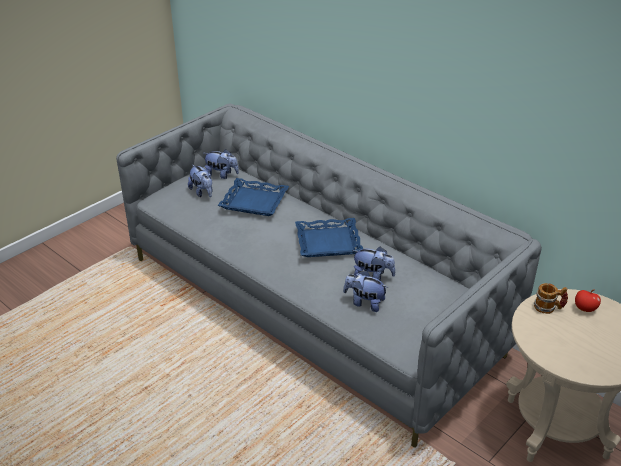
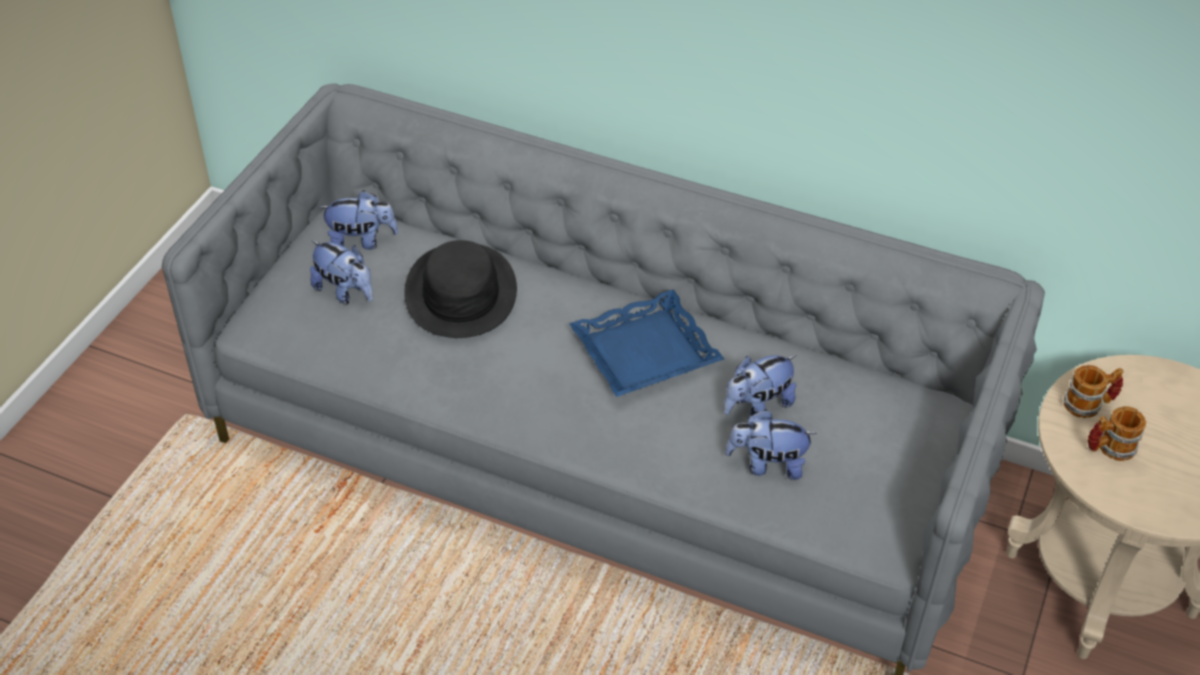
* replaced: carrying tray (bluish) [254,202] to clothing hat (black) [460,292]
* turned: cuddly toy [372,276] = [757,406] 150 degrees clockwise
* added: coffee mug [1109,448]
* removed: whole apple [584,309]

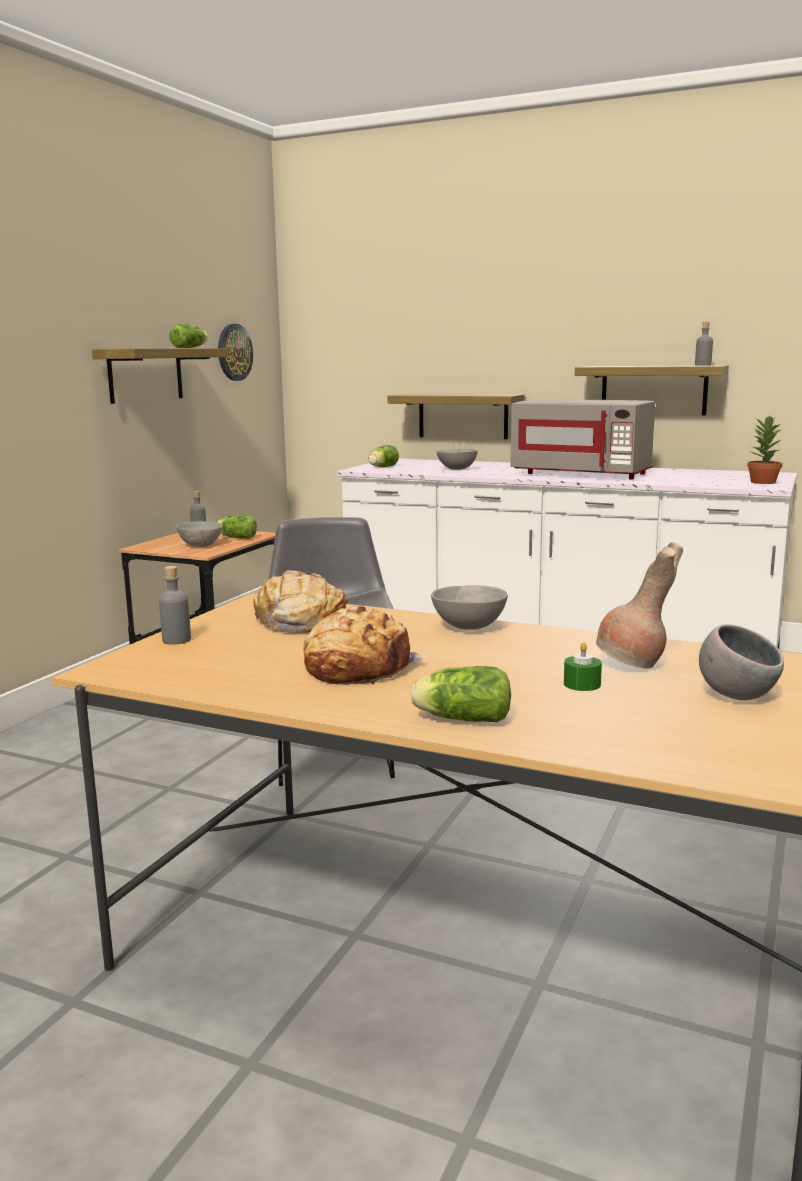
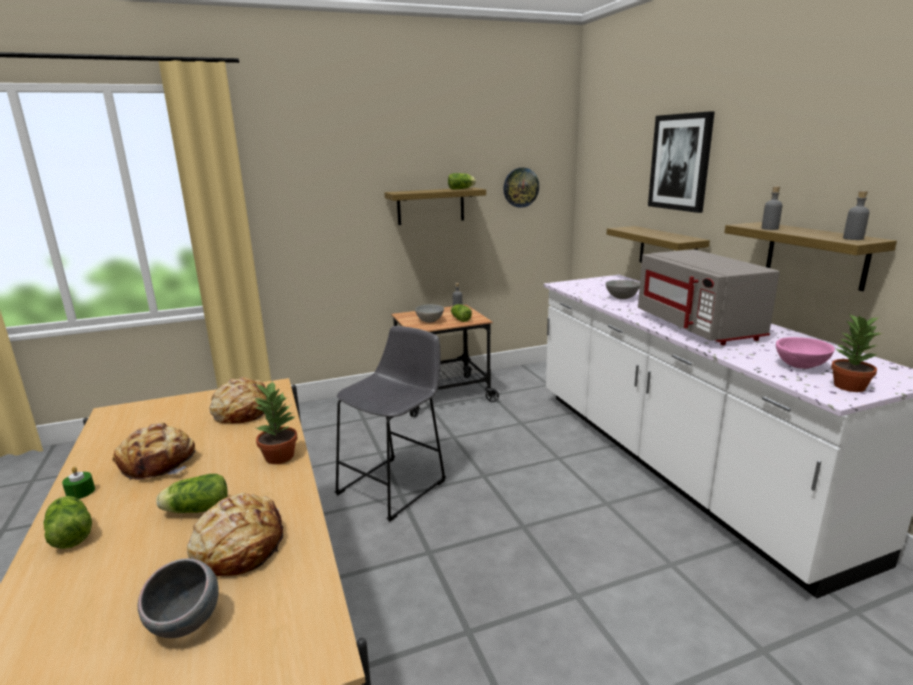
* moved: wax light (green-coloured) [582,684] to [80,492]
* moved: lettuce head [382,467] to [195,510]
* replaced: decorative vase (brown) [632,665] to bakery bread [239,546]
* replaced: serving bowl (gray) [467,627] to houseplant [279,456]
* added: wall art [680,162]
* moved: beverage bottle (gray) [176,640] to [769,228]
* added: serving bowl (pink) [801,366]

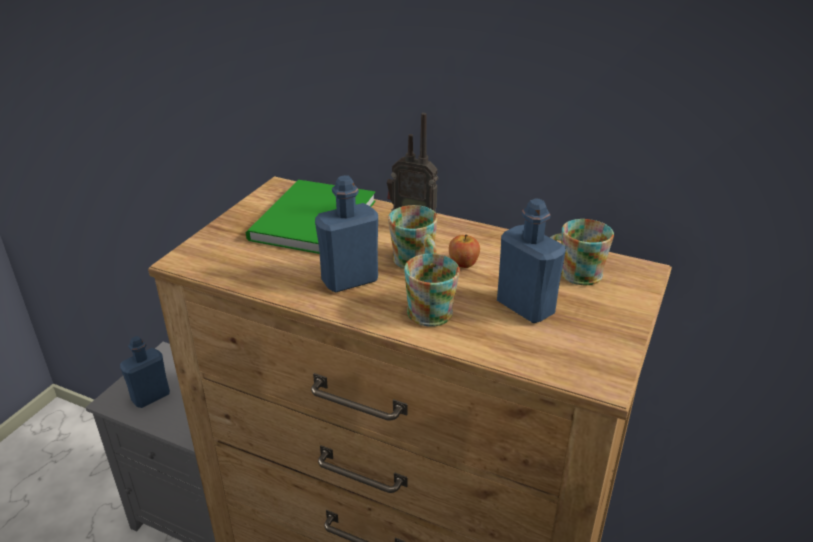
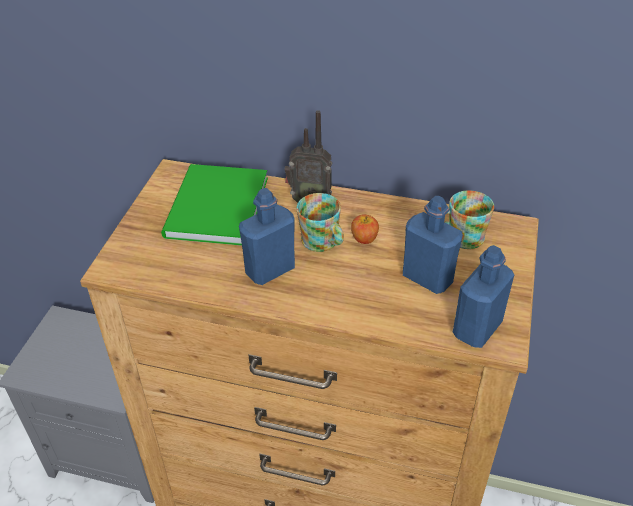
* moved: beverage bottle (bluish) [151,397] to [477,329]
* removed: coffee mug [431,309]

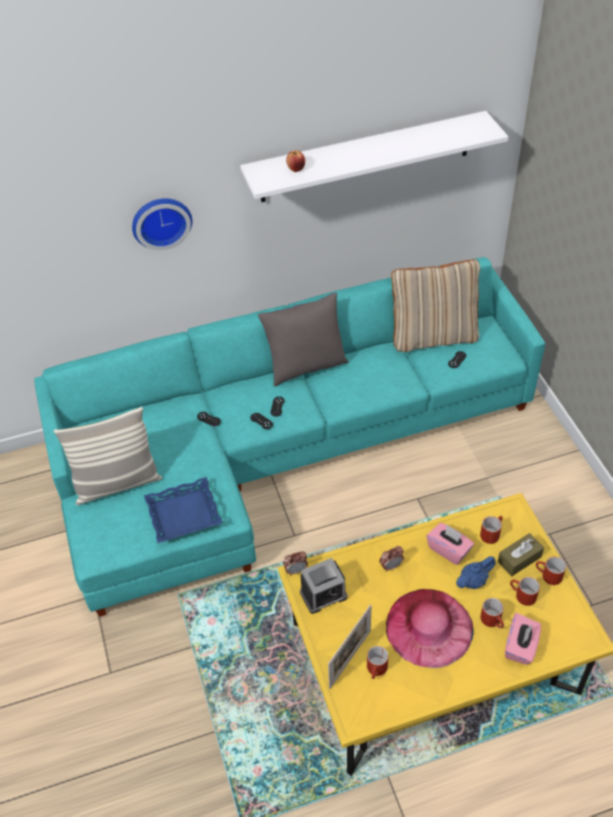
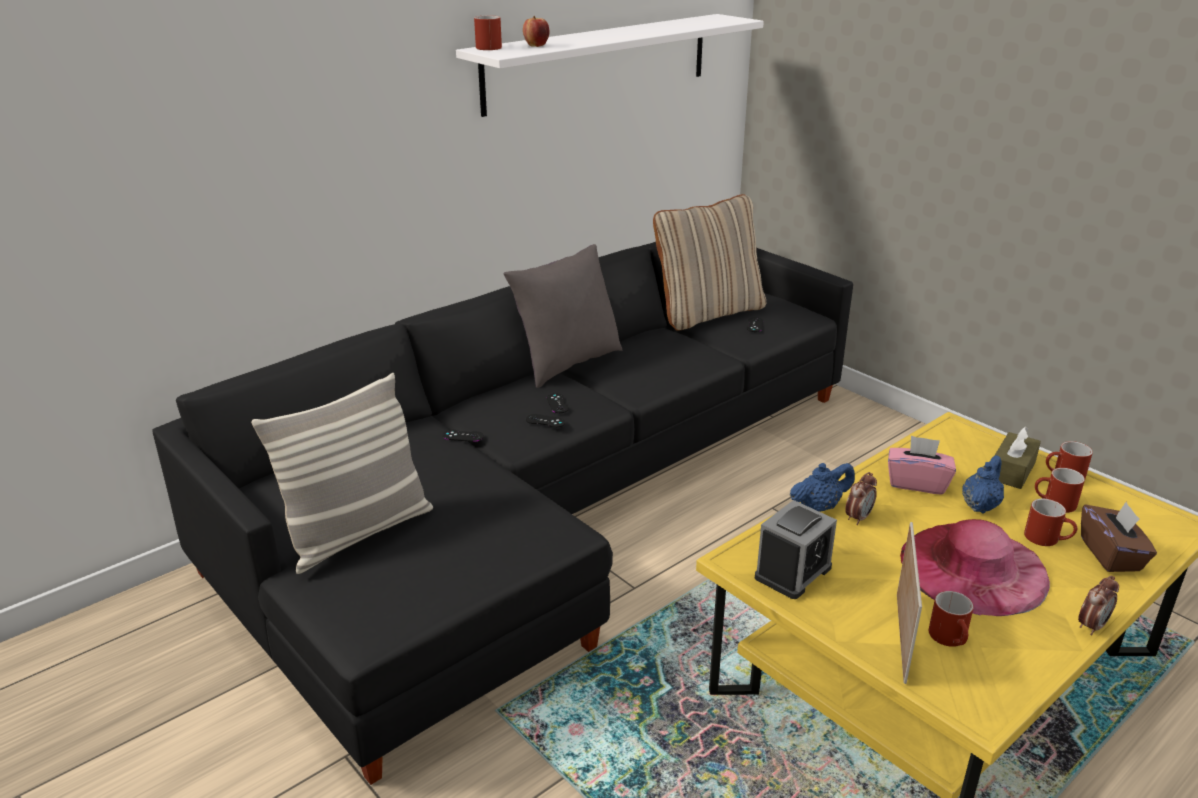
* recoloured: sofa (turquoise-coloured) [274,449] to sofa (black) [542,503]
* moved: coffee mug (red) [491,533] to [490,47]
* added: pot for tea (bluish) [819,507]
* moved: alarm clock [296,570] to [1091,626]
* recoloured: tissue box (pink) [520,647] to tissue box (brown) [1111,555]
* removed: hanging clock [161,221]
* removed: carrying tray (bluish) [183,513]

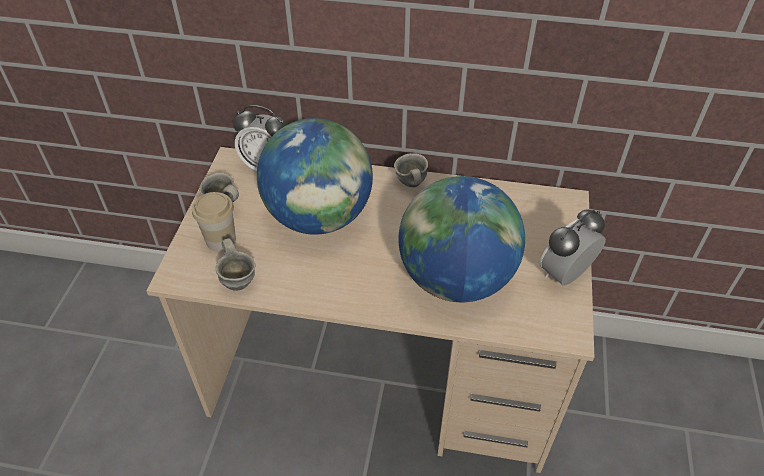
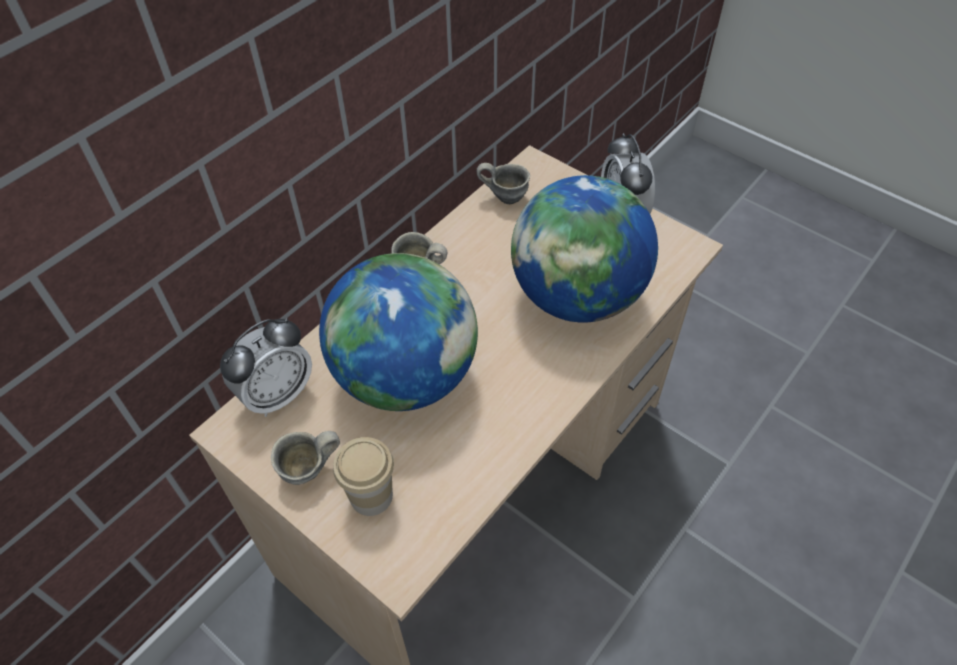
* moved: coffee mug (gray) [240,280] to [505,196]

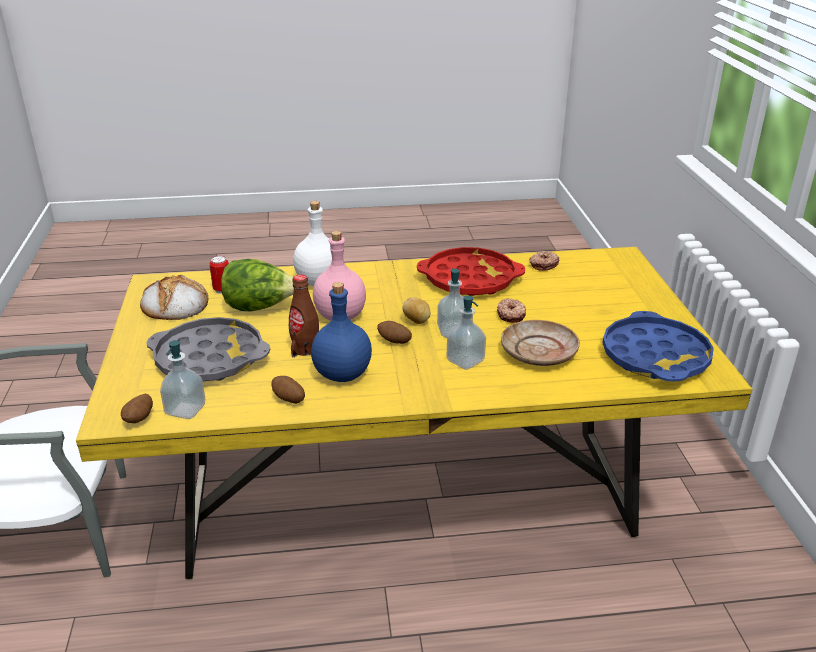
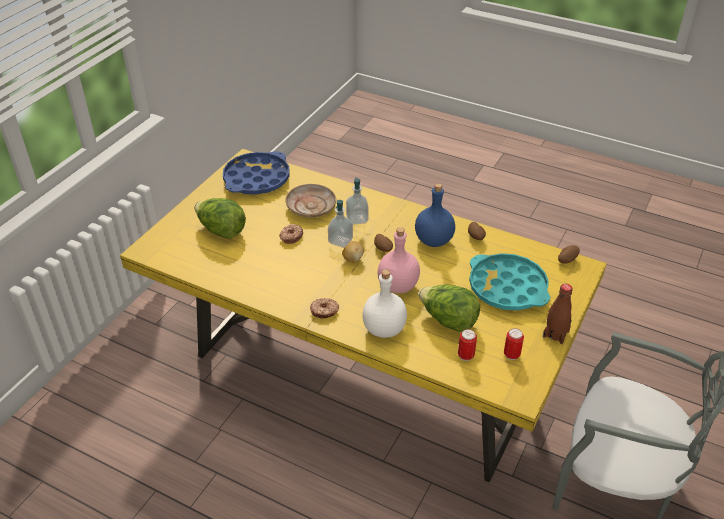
* added: lettuce head [221,231]
* moved: ring doughnut [543,265] to [324,311]
* recoloured: carrying tray (gray) [210,358] to carrying tray (turquoise-coloured) [507,288]
* replaced: bakery bread [174,305] to sealed can [511,355]
* moved: beverage bottle (brown) [305,349] to [555,334]
* removed: soap bottle [185,410]
* removed: carrying tray (red) [470,279]

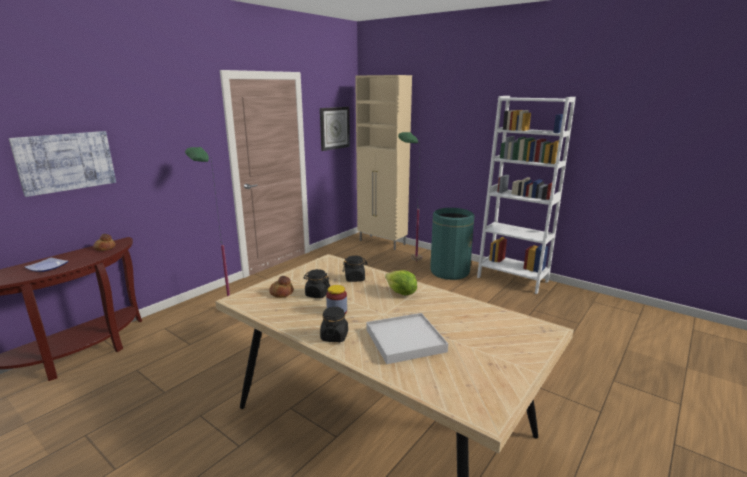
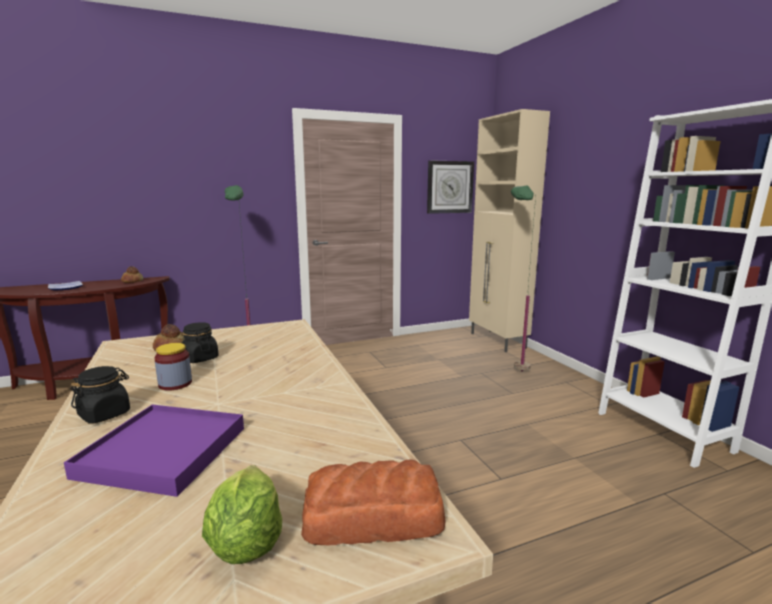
* recoloured: carrying tray (white) [405,340] to carrying tray (purple-coloured) [164,452]
* moved: lettuce head [401,293] to [246,541]
* added: bakery bread [375,519]
* removed: wall art [66,162]
* removed: preserve jar (black) [355,278]
* removed: trash can (green-coloured) [449,272]

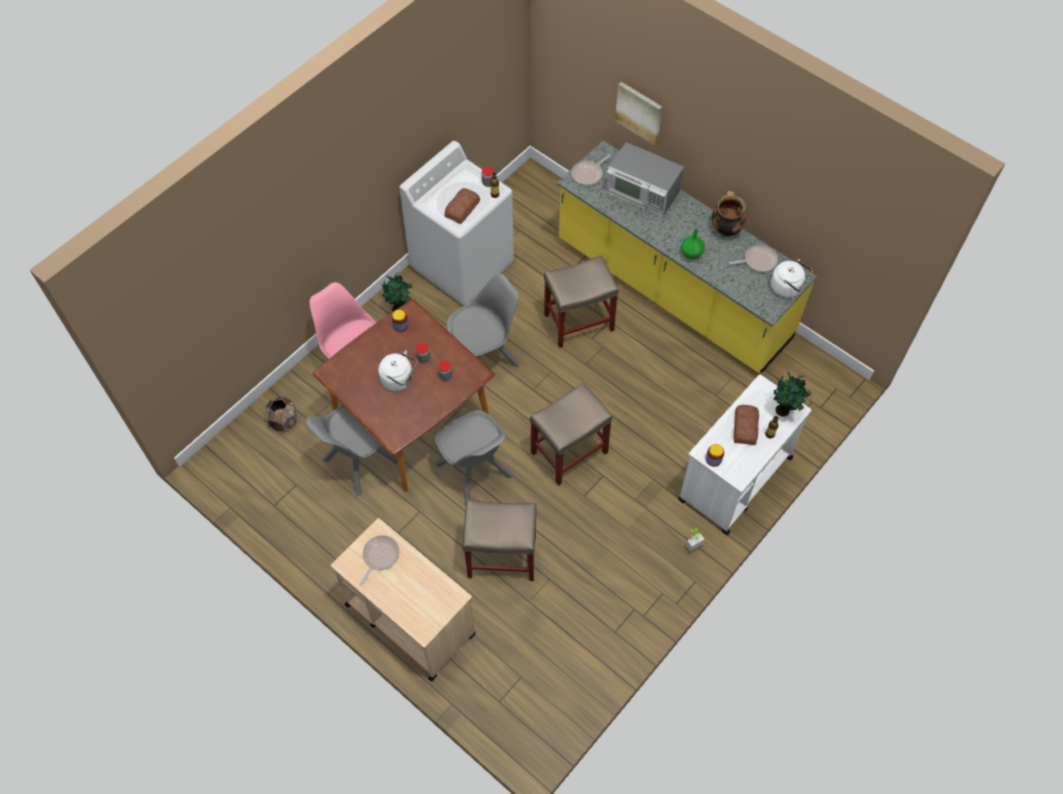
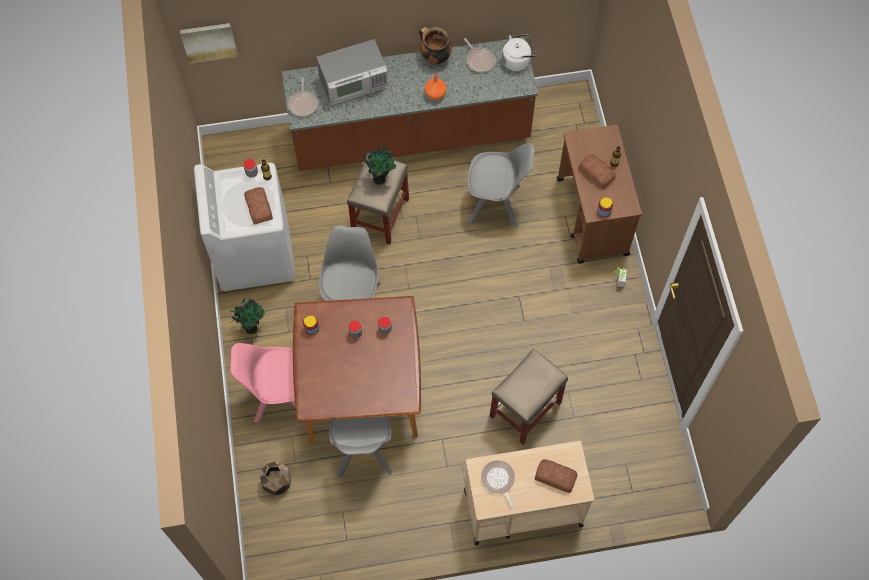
* moved: wall art [639,112] to [209,41]
* recoloured: counter (yellow-coloured) [672,291] to counter (brown) [411,136]
* moved: houseplant [784,410] to [380,178]
* recoloured: decorative vase (green-coloured) [690,254] to decorative vase (orangey) [435,95]
* turned: pan [758,261] = [480,60] 120 degrees clockwise
* moved: upright chair (gray) [475,472] to [496,204]
* added: bakery bread [555,476]
* recoloured: cart (white) [734,479] to cart (brown) [592,217]
* removed: tea kettle (white) [399,380]
* removed: stool (beige-coloured) [568,453]

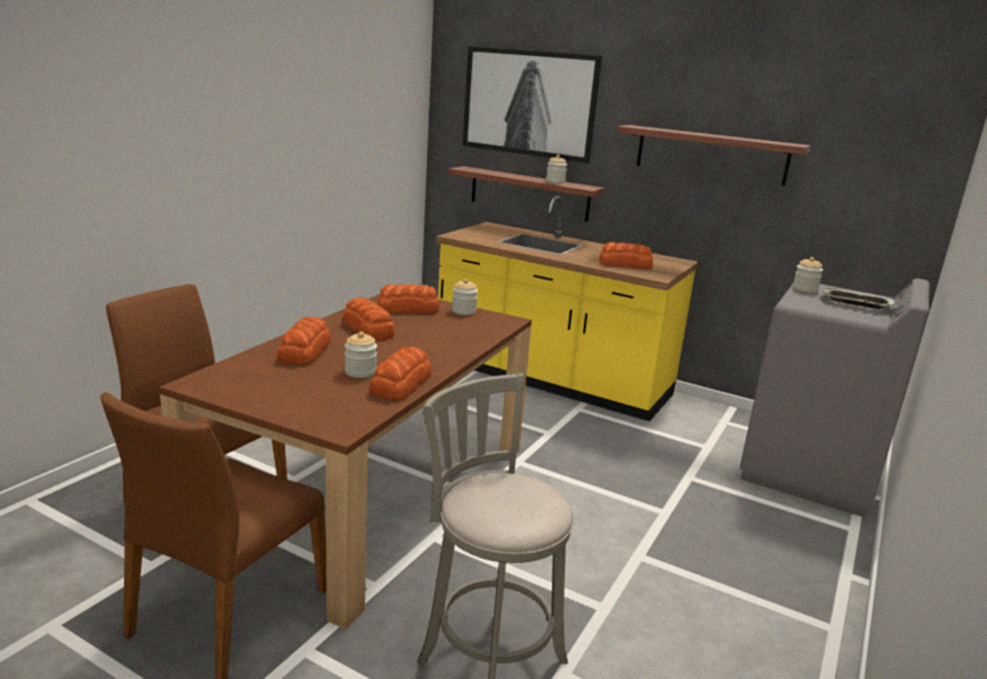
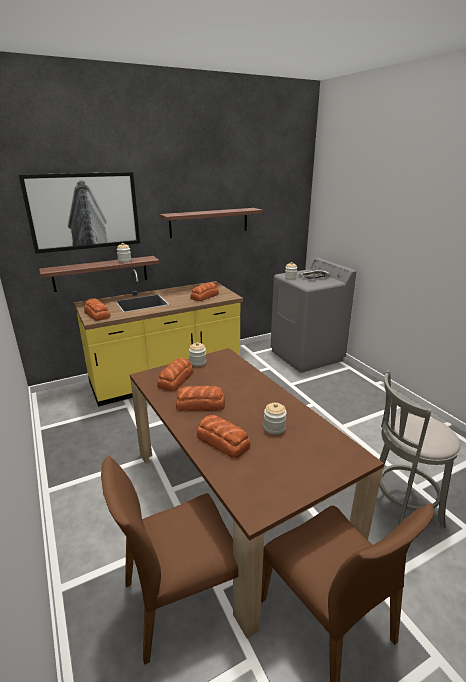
* moved: bakery bread [402,383] to [97,314]

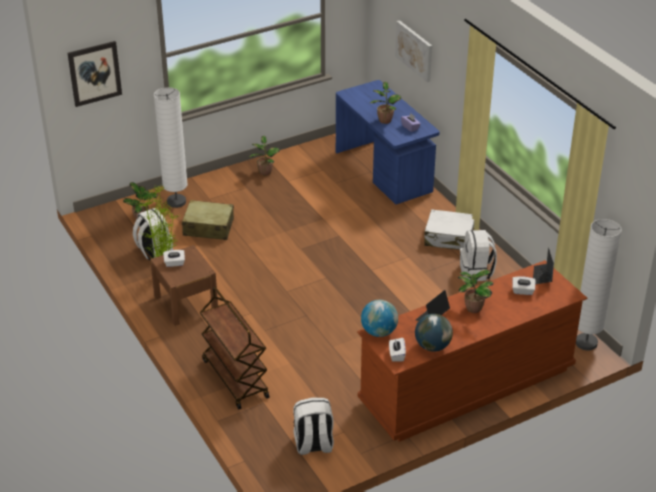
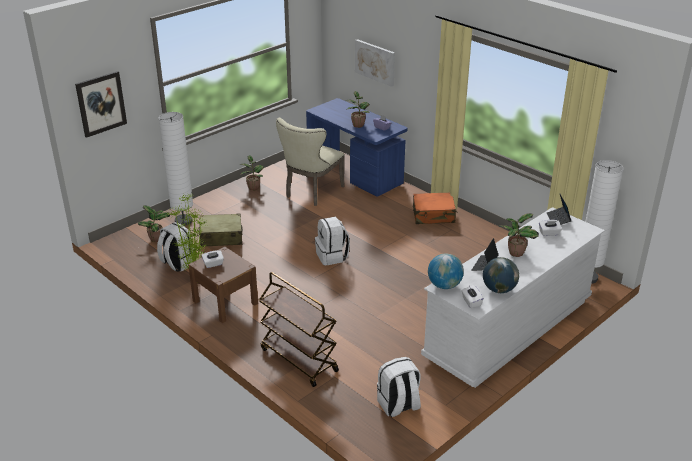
* added: upright chair (beige-coloured) [311,193]
* moved: knapsack (white) [476,272] to [332,256]
* recoloured: travel case (white) [449,238] to travel case (orangey) [433,215]
* recoloured: dresser (brown) [467,385] to dresser (white) [508,328]

